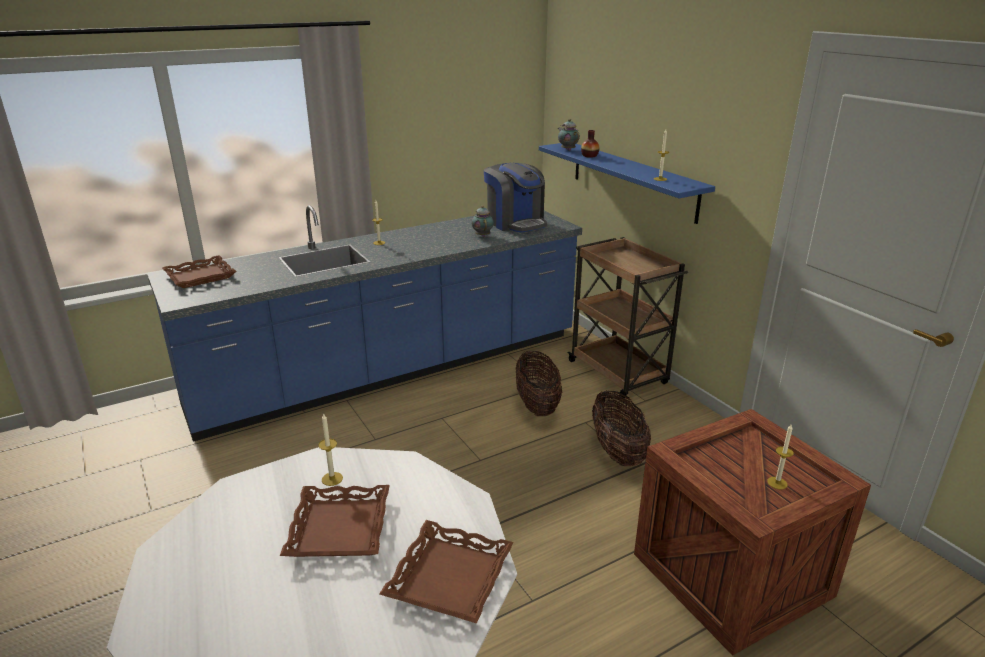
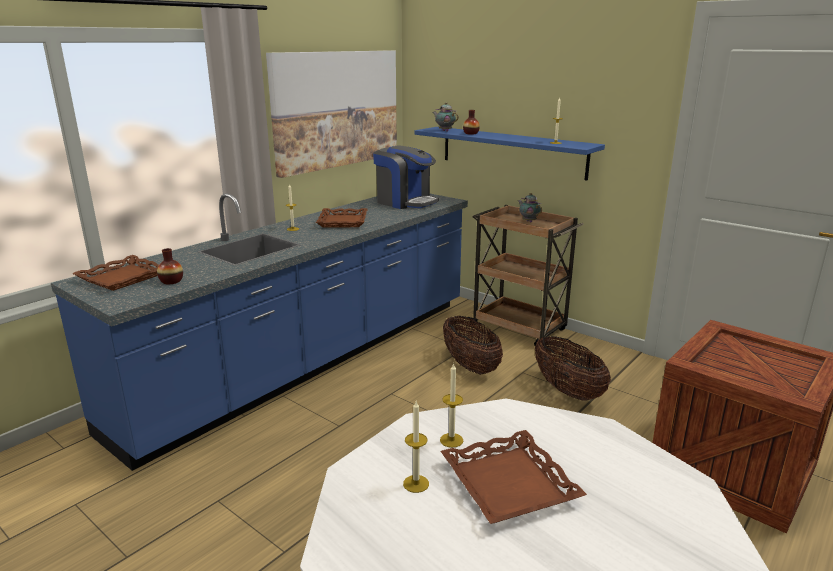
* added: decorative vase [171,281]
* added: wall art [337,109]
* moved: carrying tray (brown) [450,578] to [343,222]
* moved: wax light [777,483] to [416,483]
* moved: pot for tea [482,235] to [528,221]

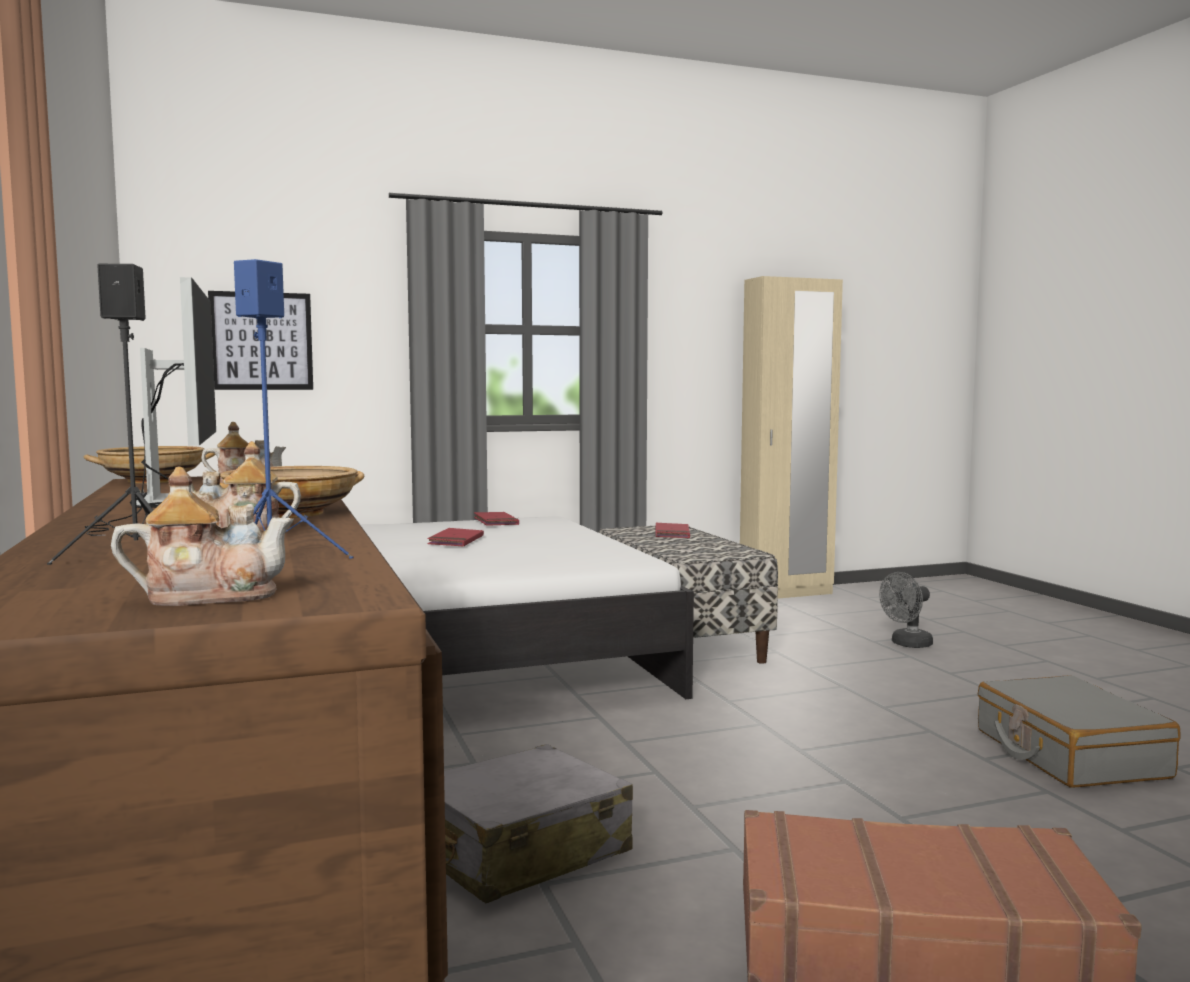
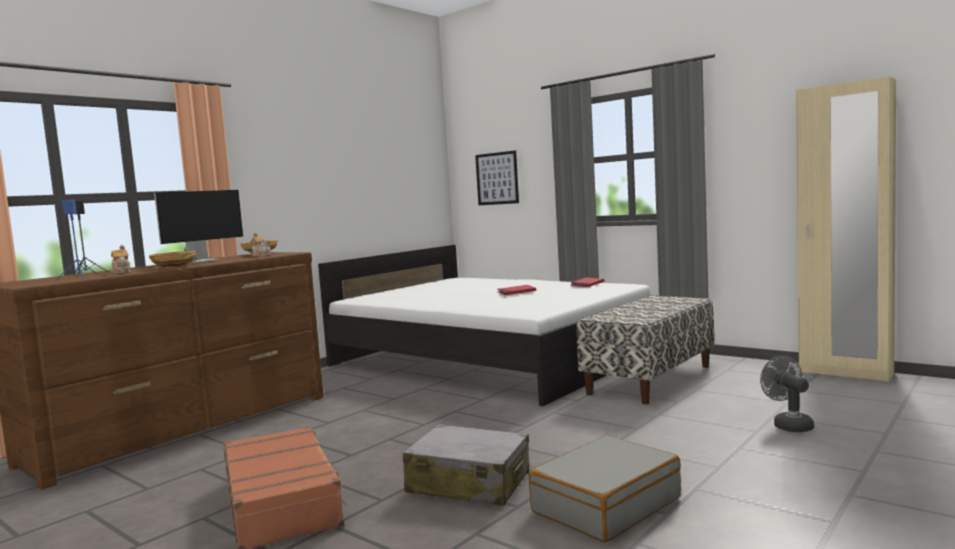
* moved: travel case (gray) [519,851] to [469,483]
* turned: fan (gray) [907,644] = [788,425] 45 degrees clockwise
* removed: pot for tea [209,596]
* removed: bound book (red) [672,533]

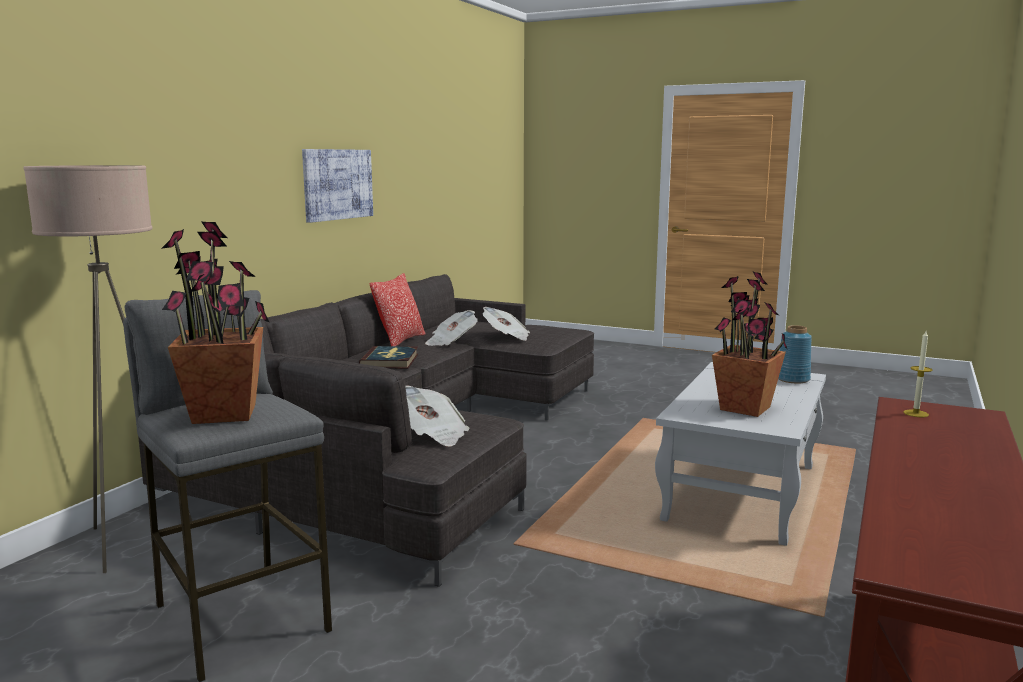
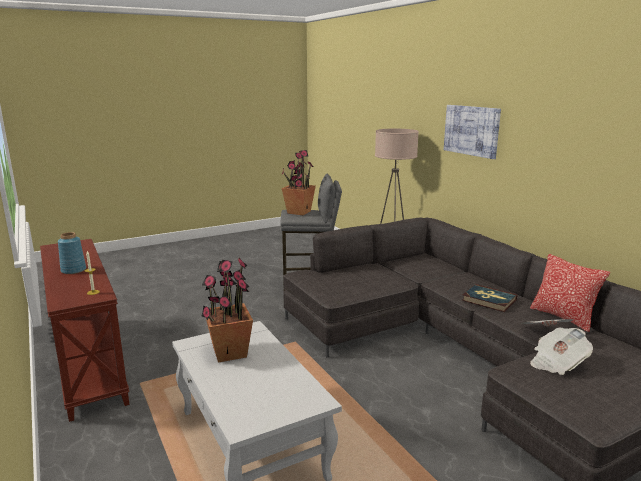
* moved: decorative vase (bluish) [793,379] to [73,270]
* moved: wall art [337,184] to [471,130]
* removed: newspaper [431,435]

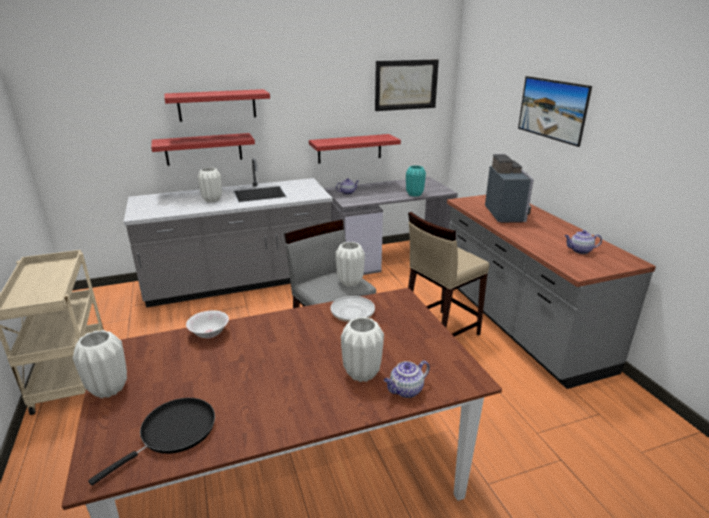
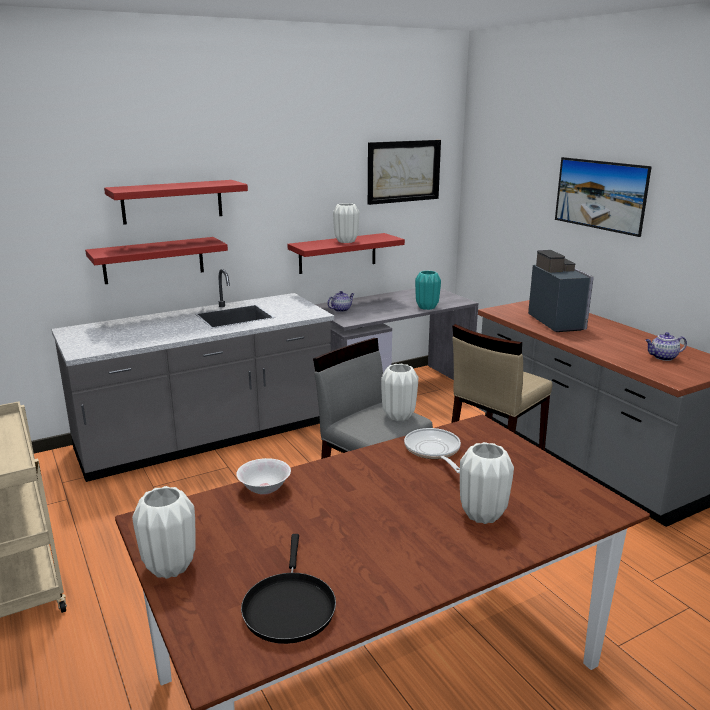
* turned: pan (black) [174,433] = [289,606] 150 degrees clockwise
* moved: decorative vase (white) [212,200] to [346,241]
* removed: pot for tea [405,390]

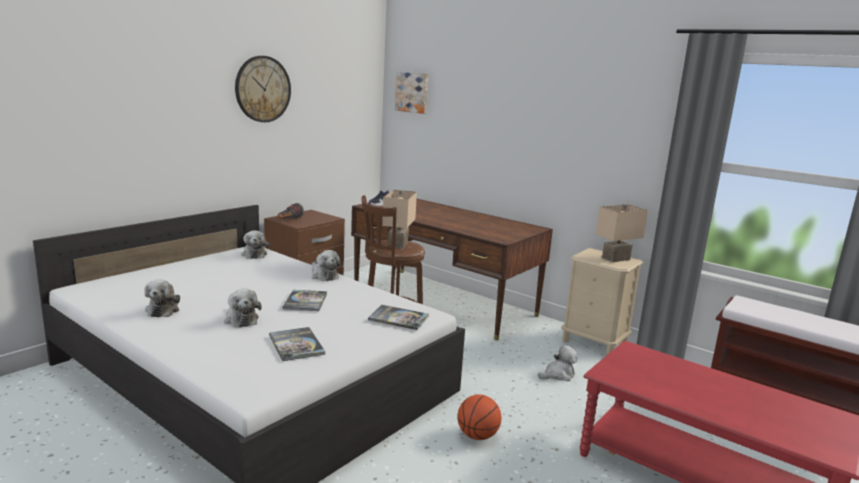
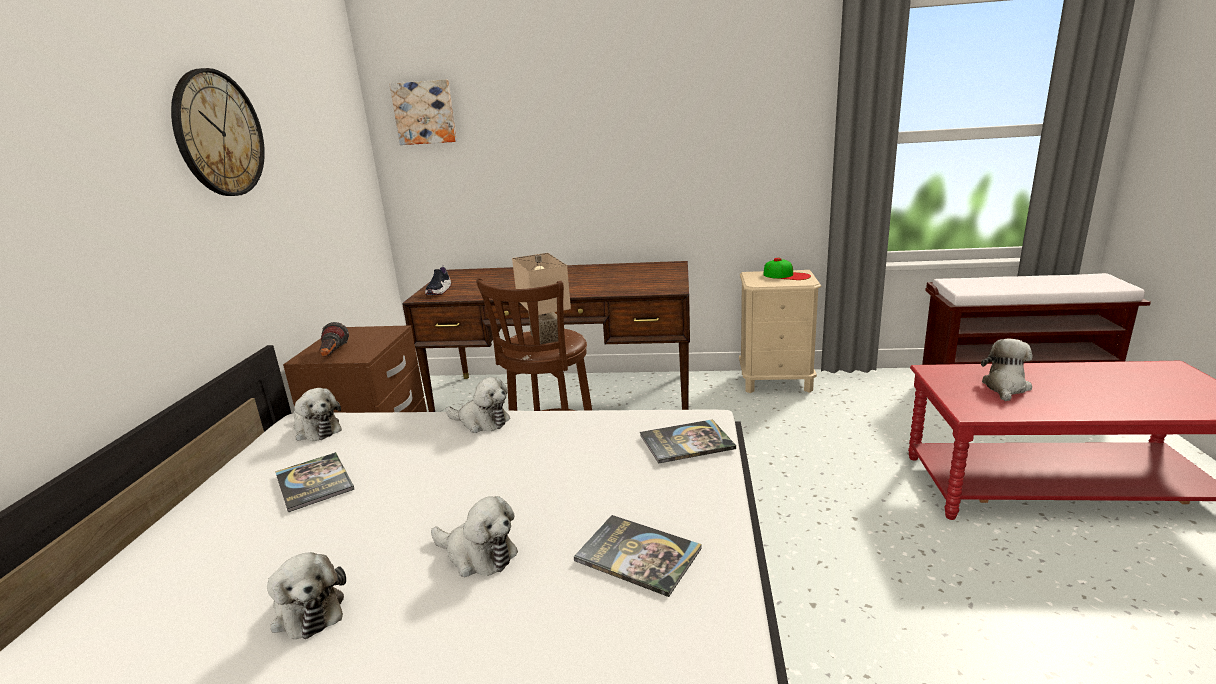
* moved: bound book [305,301] to [314,482]
* replaced: table lamp (beige-coloured) [615,258] to baseball cap [786,275]
* moved: cuddly toy [558,375] to [1005,387]
* removed: basketball [477,436]

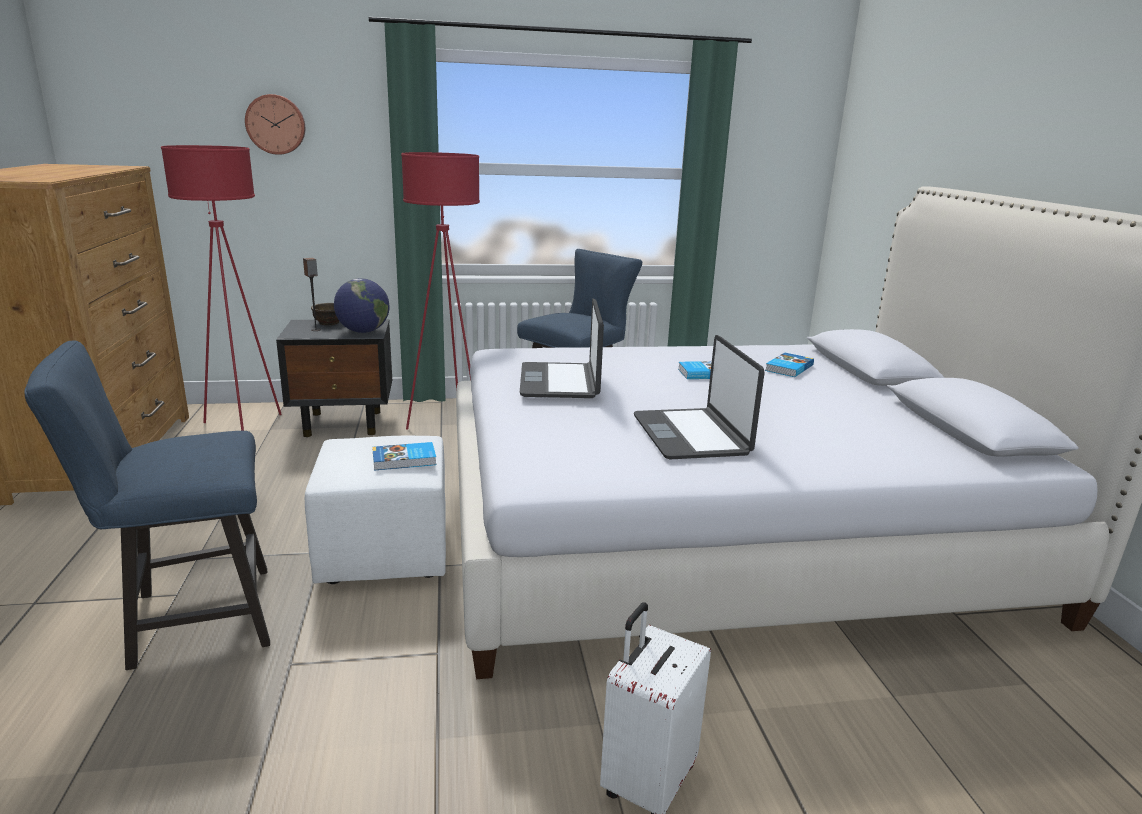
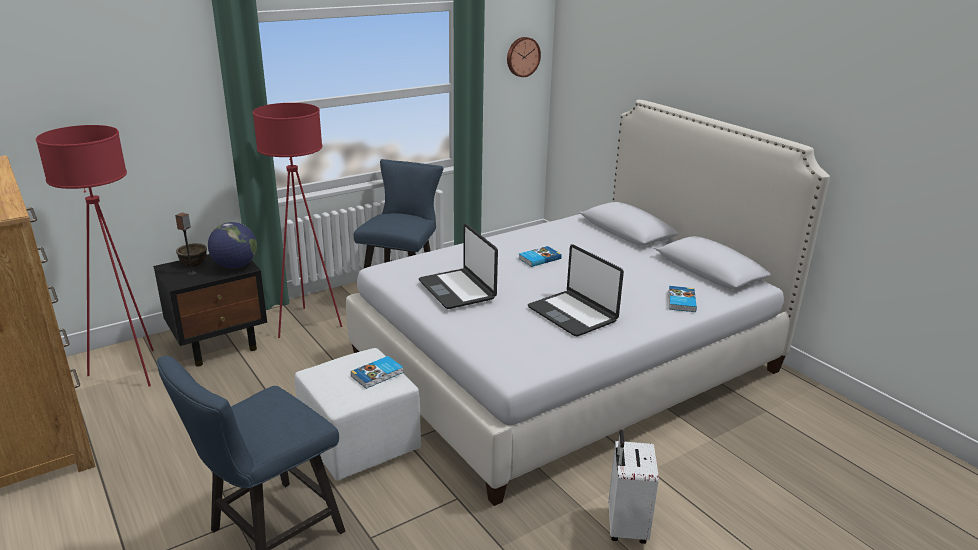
* moved: hanging clock [276,124] to [522,56]
* moved: bound book [788,368] to [681,301]

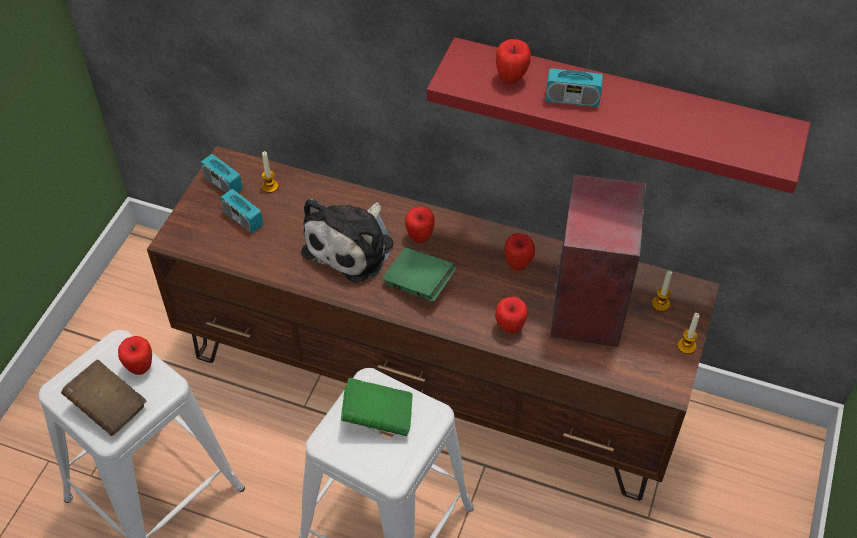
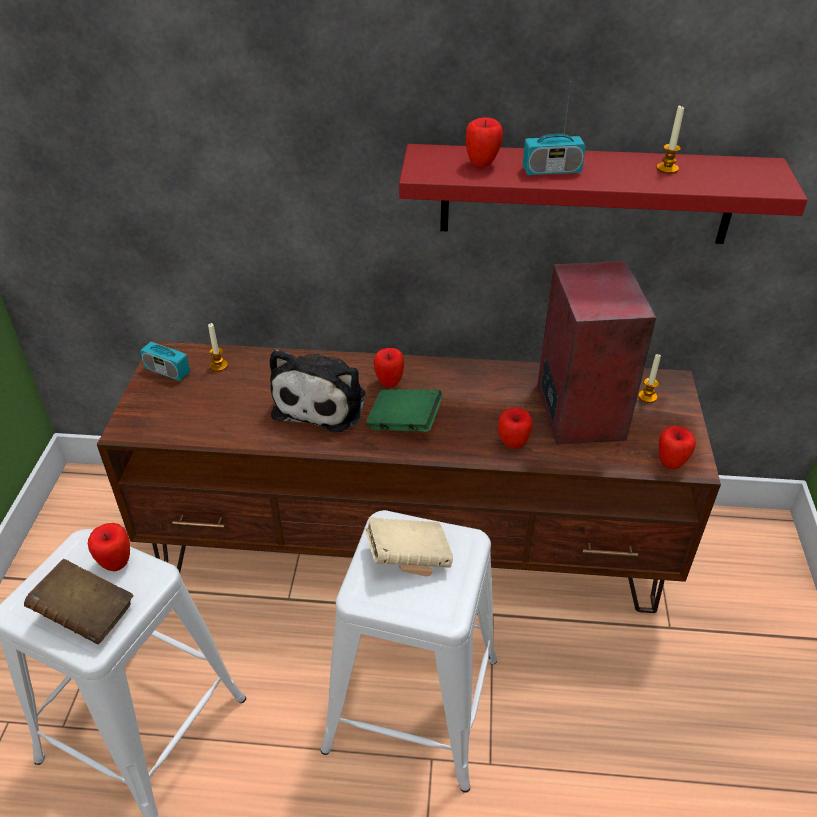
* recoloured: bound book (green-coloured) [377,417] to bound book (beige-coloured) [408,556]
* moved: wax light [686,346] to [667,168]
* moved: whole apple [518,264] to [671,463]
* removed: radio receiver [243,219]

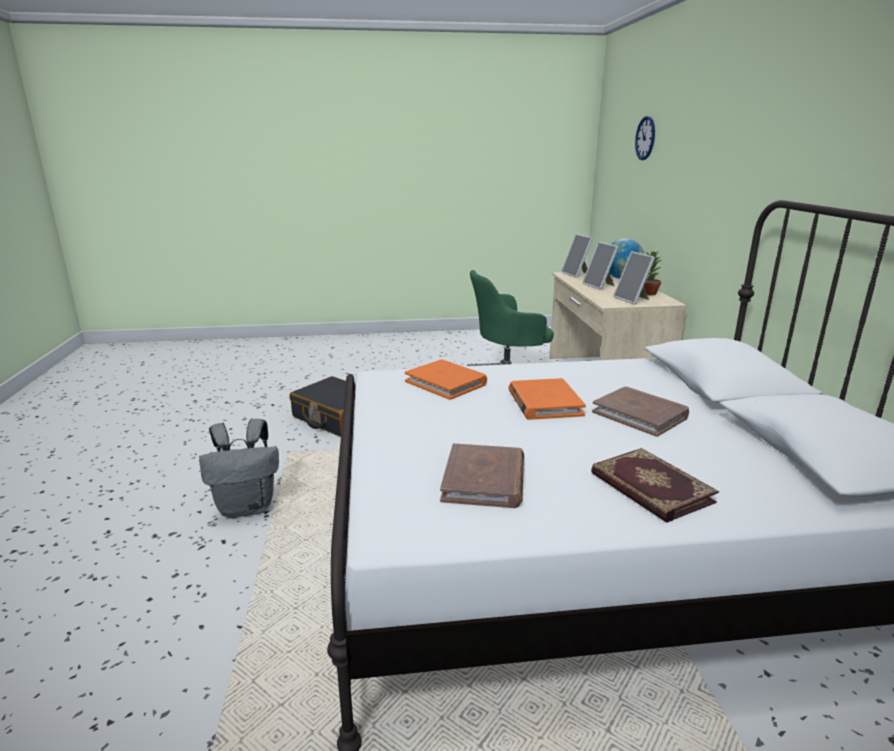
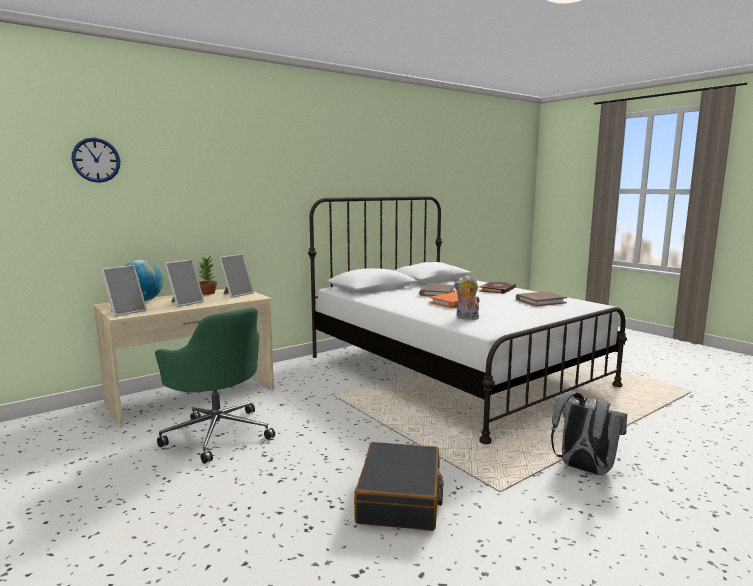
* replaced: bound book (orangey) [446,382] to cuddly toy [466,318]

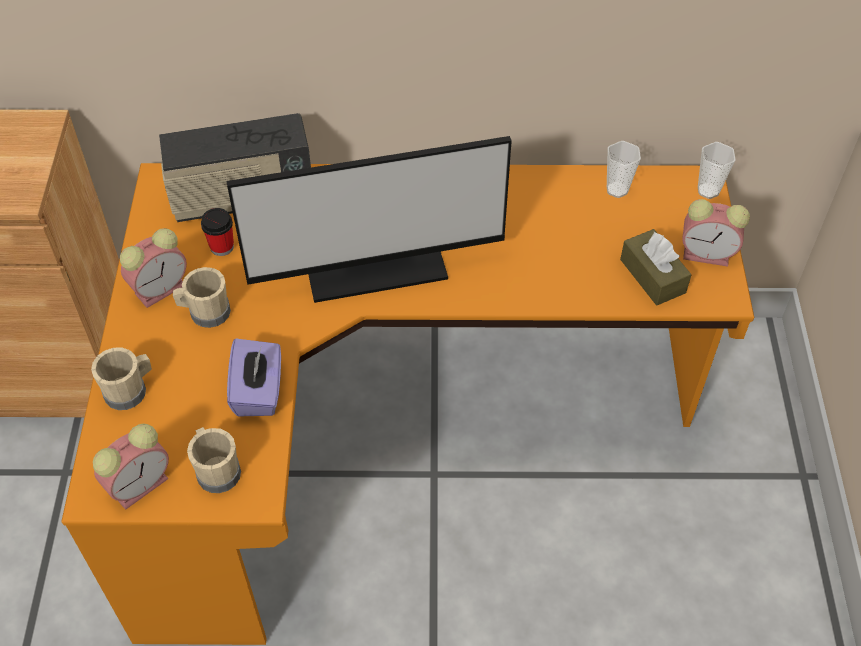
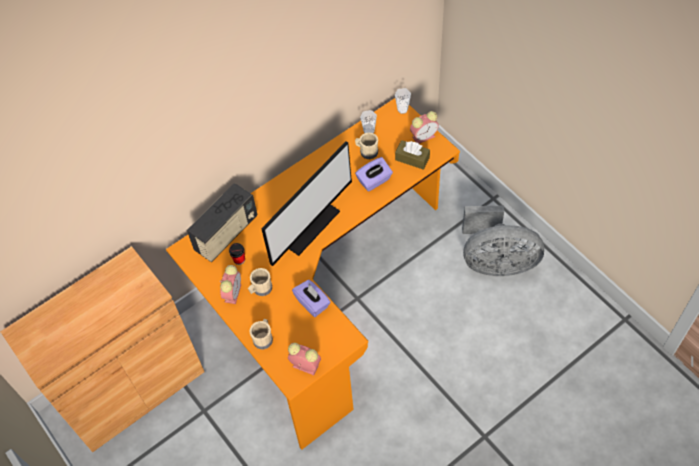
* turned: alarm clock [141,483] = [304,366] 75 degrees counterclockwise
* moved: coffee mug (beige-coloured) [216,470] to [367,151]
* added: tissue box (purple-coloured) [374,181]
* added: fan (gray) [496,262]

